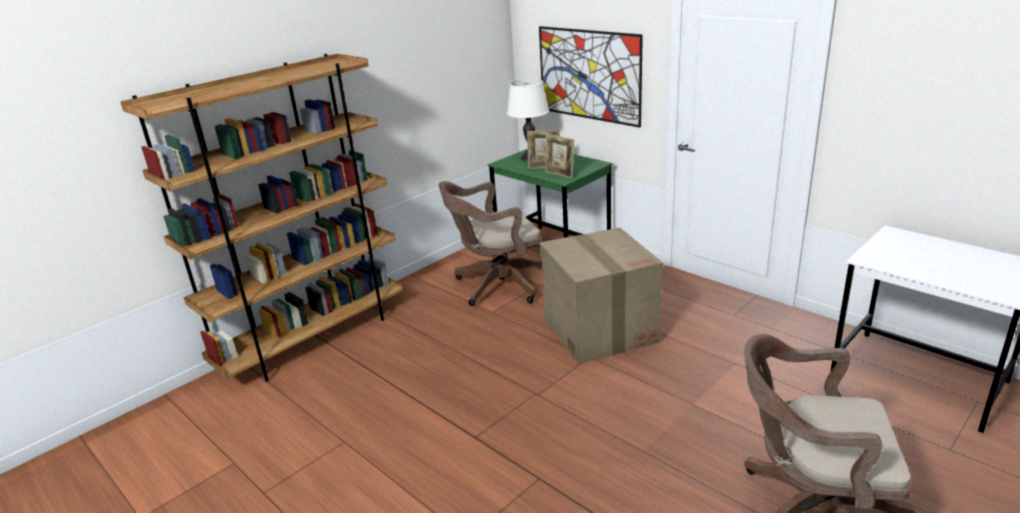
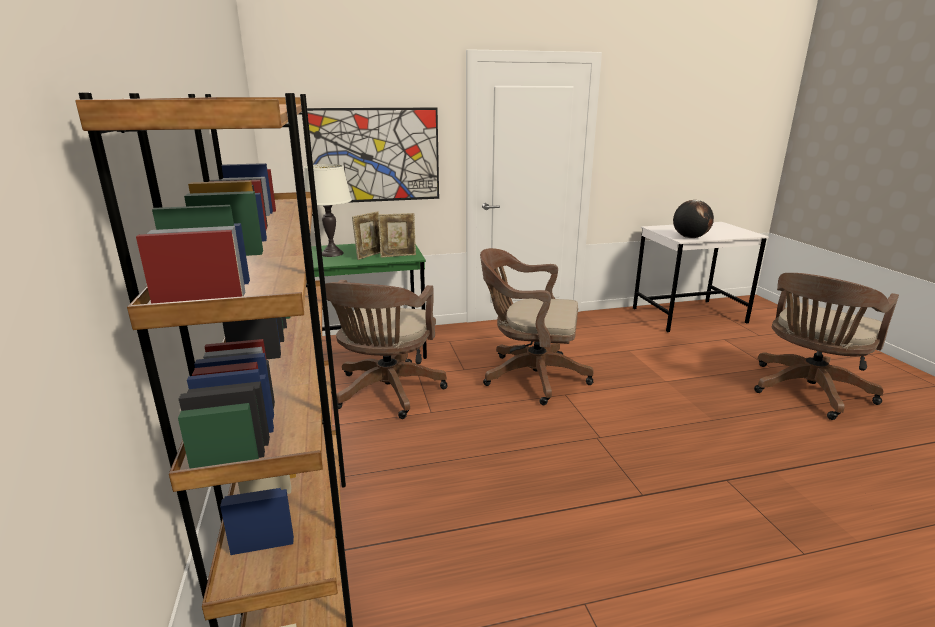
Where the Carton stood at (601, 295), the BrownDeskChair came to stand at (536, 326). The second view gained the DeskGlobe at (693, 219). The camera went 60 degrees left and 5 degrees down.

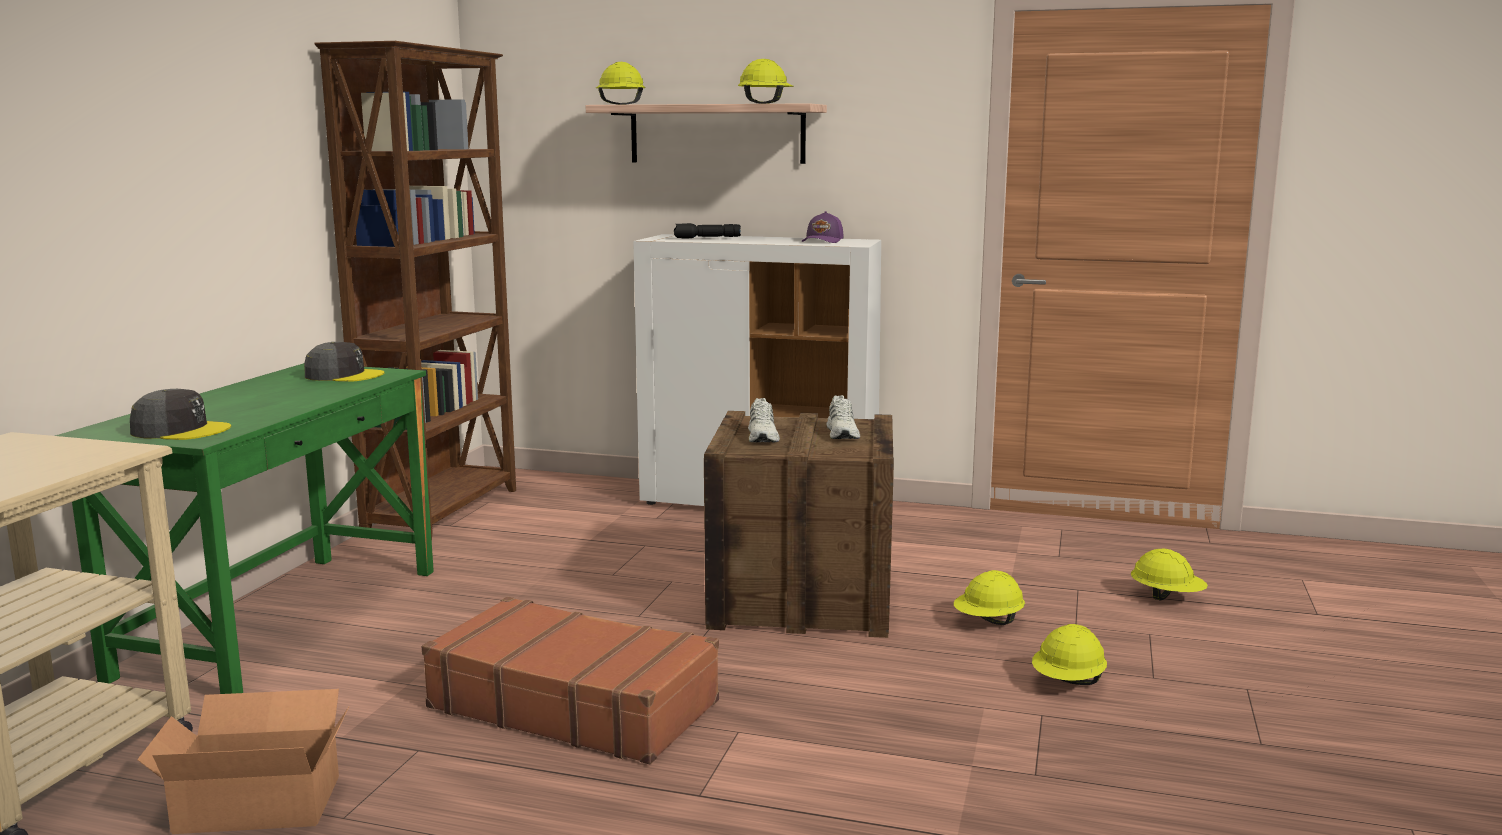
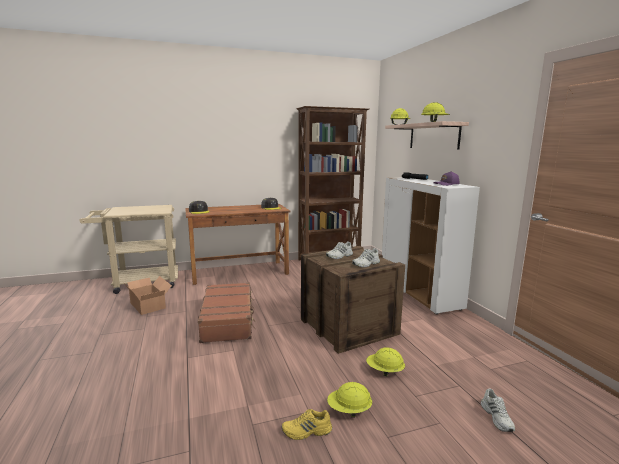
What was the GreenishDesk at (244, 528) turned into the BrownDesk at (238, 244). Where the YellowishHardHat stood at (1169, 575), the WhiteLowShoe came to stand at (498, 410). The second view gained the YellowishLowShoe at (306, 424). The camera went 55 degrees right and 0 degrees up.

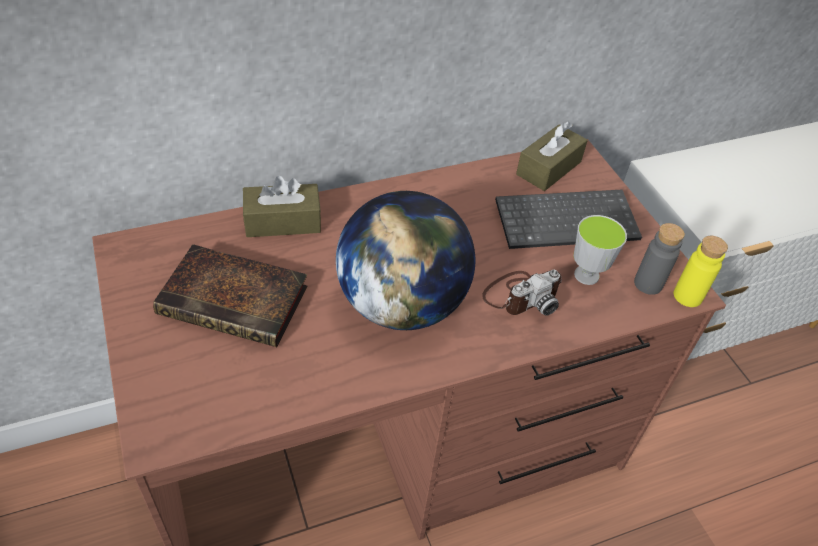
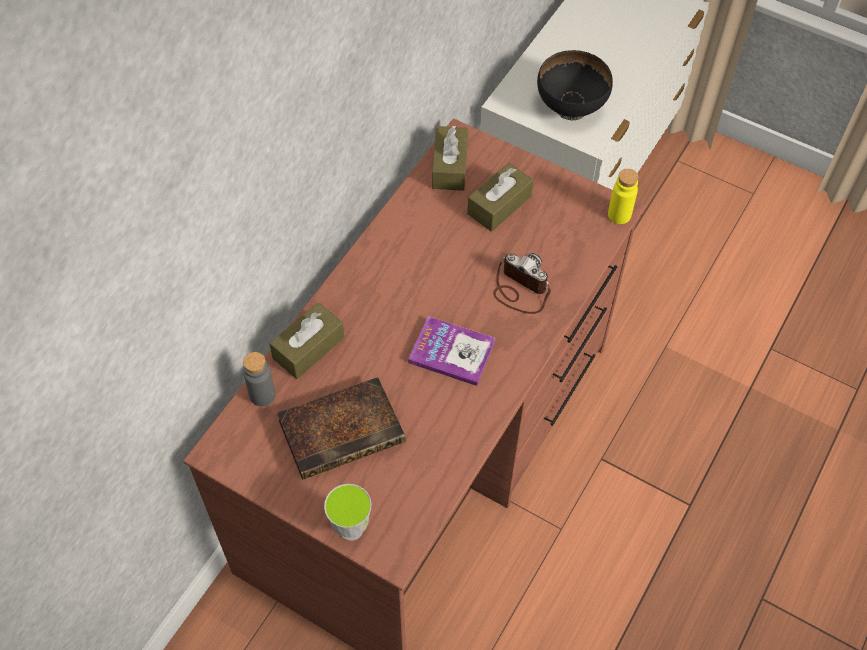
Where the DeskGlobe stood at (405, 260), the Book came to stand at (452, 351). The PhotoCamera at (521, 293) ended up facing another way, 75 degrees counterclockwise from before. Where the PcKeyboard stood at (568, 219), the BrownTissueBox came to stand at (500, 197). The Cup ended up elsewhere, having gone from (600, 250) to (347, 512). The GreyishBeverageBottle ended up elsewhere, having gone from (659, 259) to (259, 379). The second view gained the BlackColouredBowl at (575, 85). The camera went 35 degrees left and 10 degrees up.

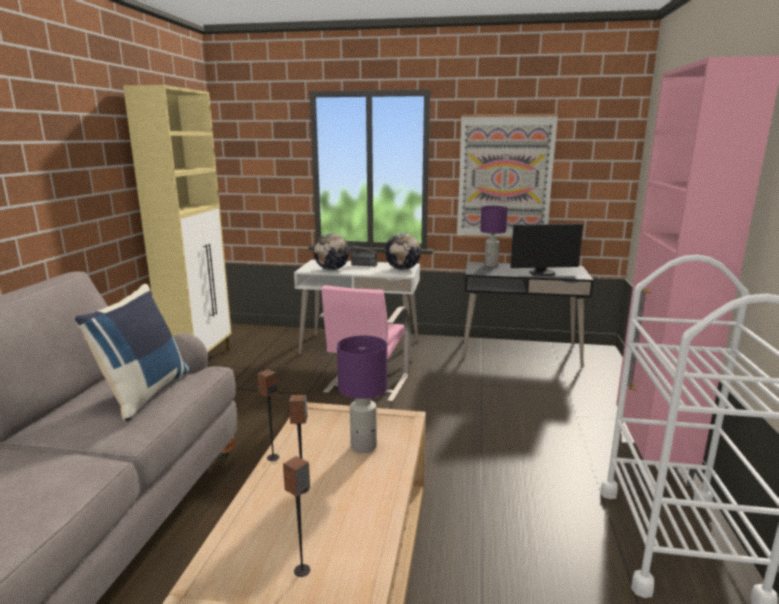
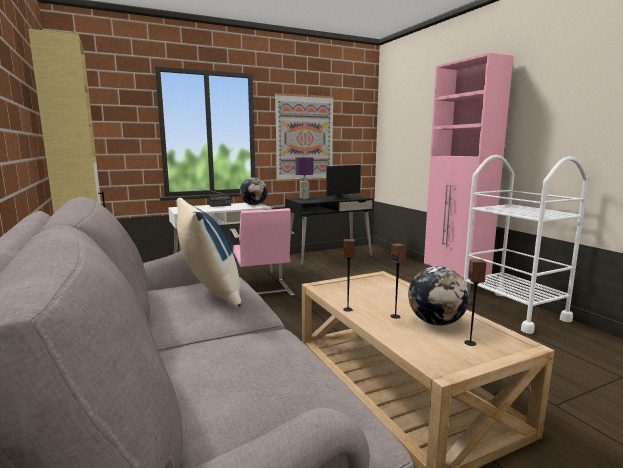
The DeskGlobe ended up elsewhere, having gone from (331, 251) to (438, 296). The second view lost the PurpleColouredLampForATable at (362, 394). The camera went 35 degrees left and 5 degrees down.

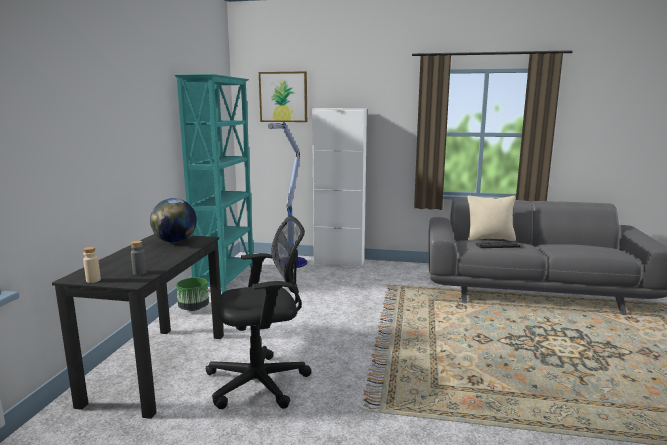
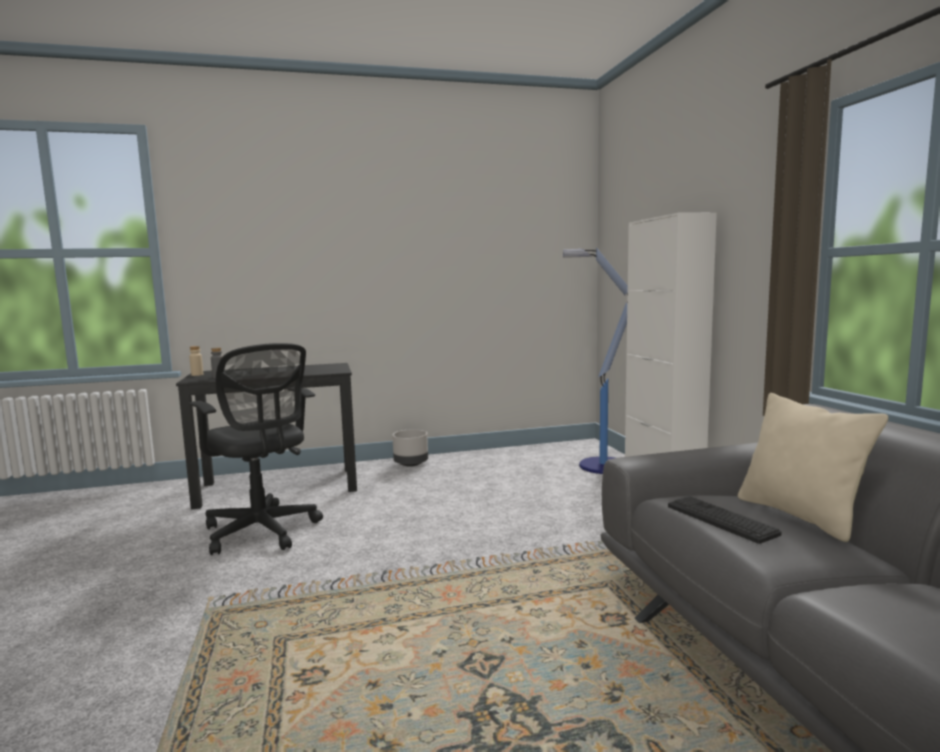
The second view lost the DeskGlobe at (173, 220). The second view lost the TurquoiseBookshelf at (214, 183). What was the GreenishPlanter at (192, 294) turned into the GreyishPlanter at (410, 448). The second view lost the Picture at (283, 96). The camera went 65 degrees right and 5 degrees down.

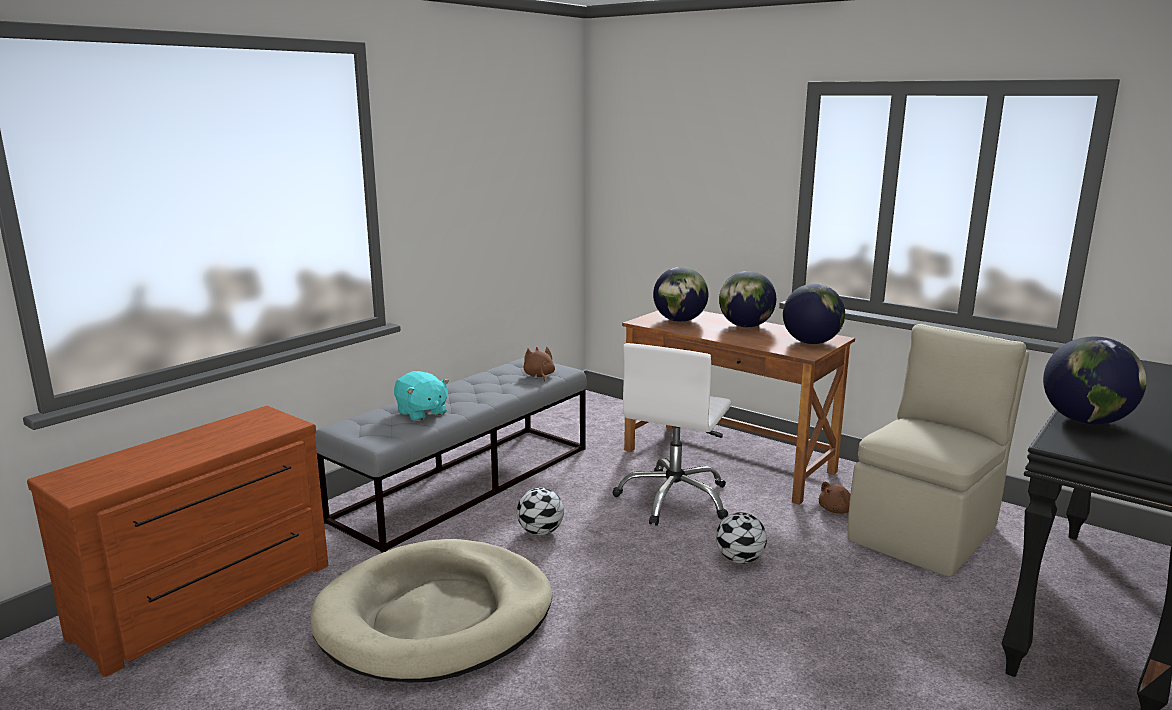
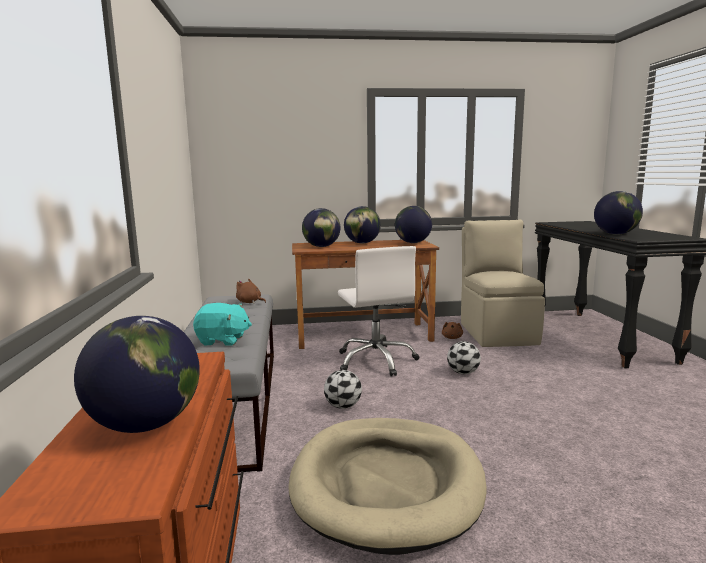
The second view gained the DeskGlobe at (137, 374). The camera went 45 degrees left and 5 degrees down.

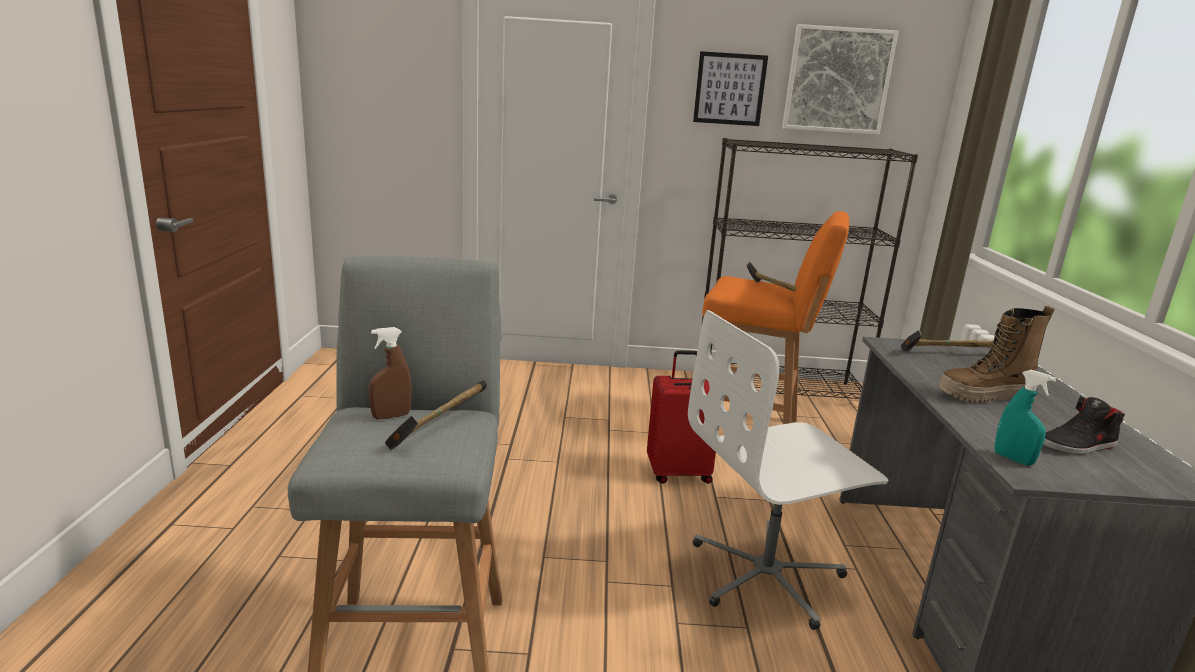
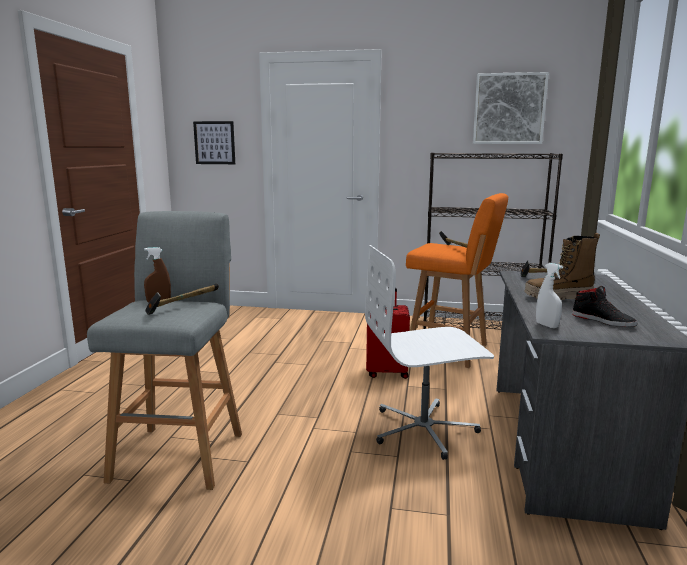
The Picture ended up elsewhere, having gone from (730, 88) to (214, 142). What was the TurquoiseHandSprayer at (1025, 417) turned into the WhiteHandSprayer at (549, 295). The BlackColouredLowShoe at (1084, 425) ended up facing another way, 120 degrees counterclockwise from before. The camera went 10 degrees right and 5 degrees down.

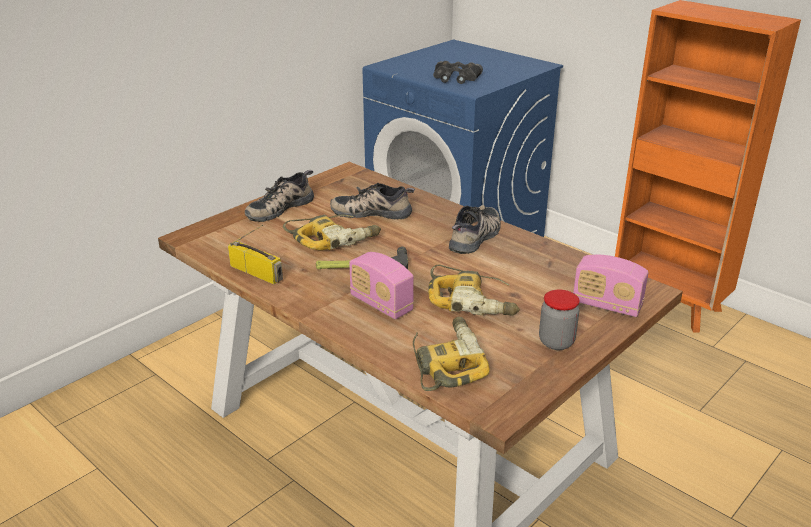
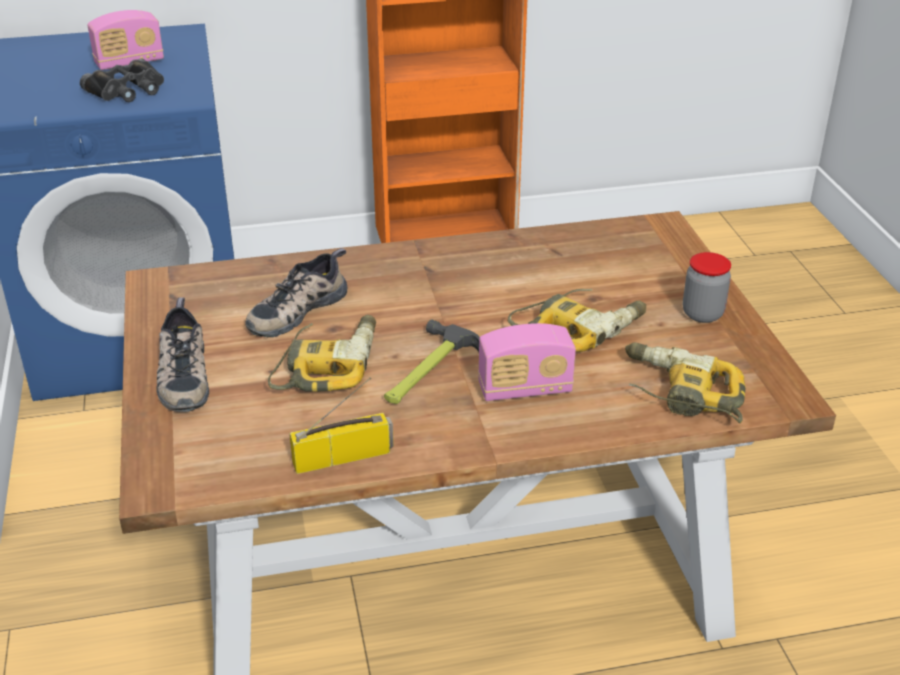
The second view lost the LowShoe at (475, 229). The RadioReceiver ended up elsewhere, having gone from (611, 286) to (125, 40). The camera went 55 degrees left and 5 degrees up.

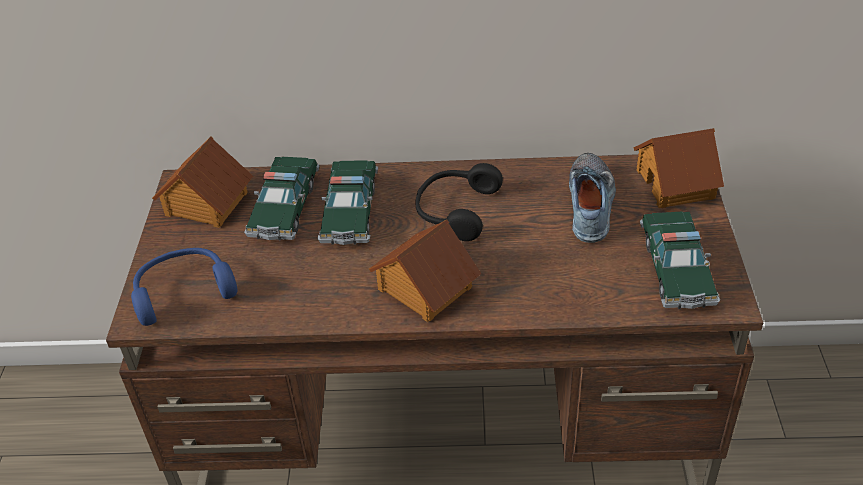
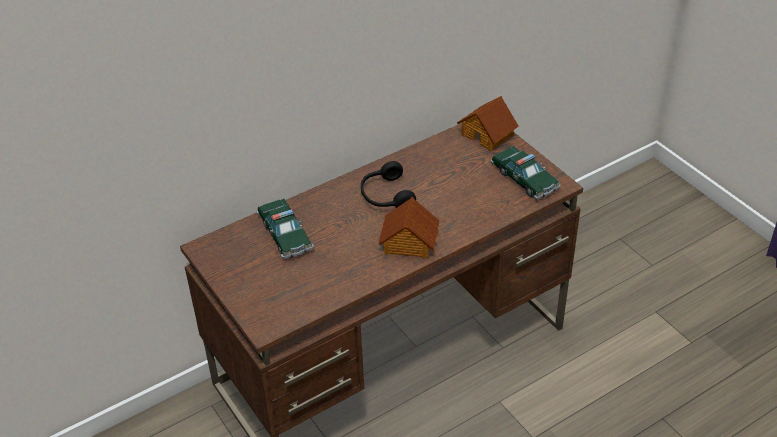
The second view lost the BlueColouredHeadset at (184, 287). The second view lost the ModelHouse at (202, 182). The second view lost the MiniatureCar at (348, 202). The second view lost the LowShoe at (592, 198). The camera went 35 degrees left and 0 degrees up.

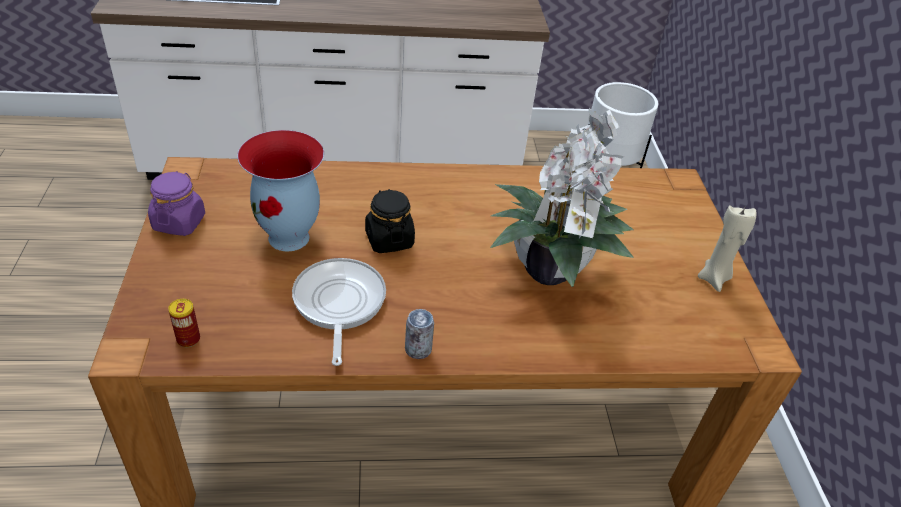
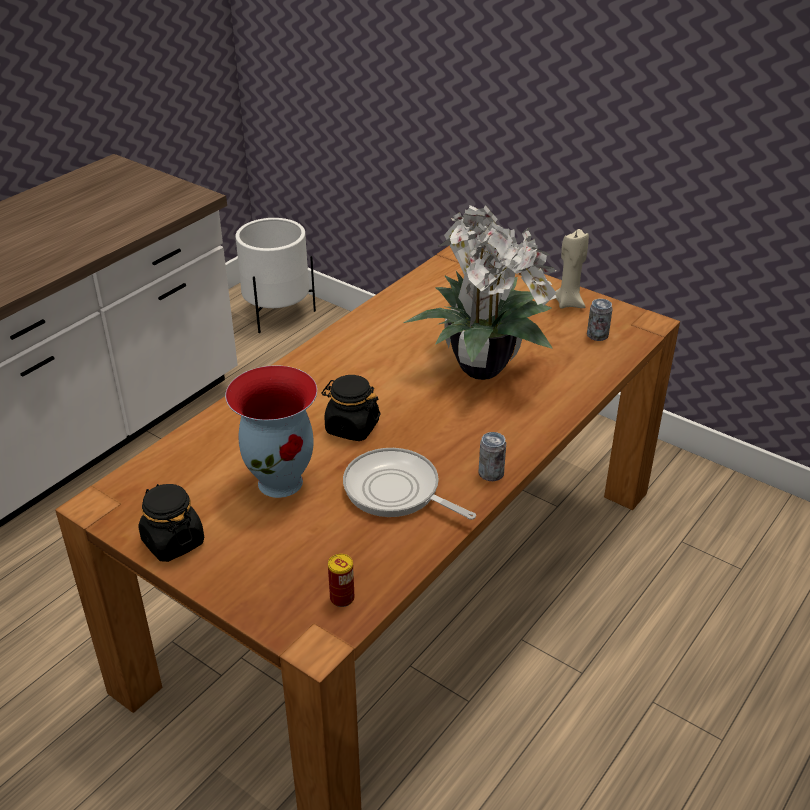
What was the PurpleColouredPreserveJar at (176, 203) turned into the BlackColouredPreserveJar at (171, 523). The second view gained the MetalCan at (600, 320). The camera went 45 degrees left and 5 degrees down.

